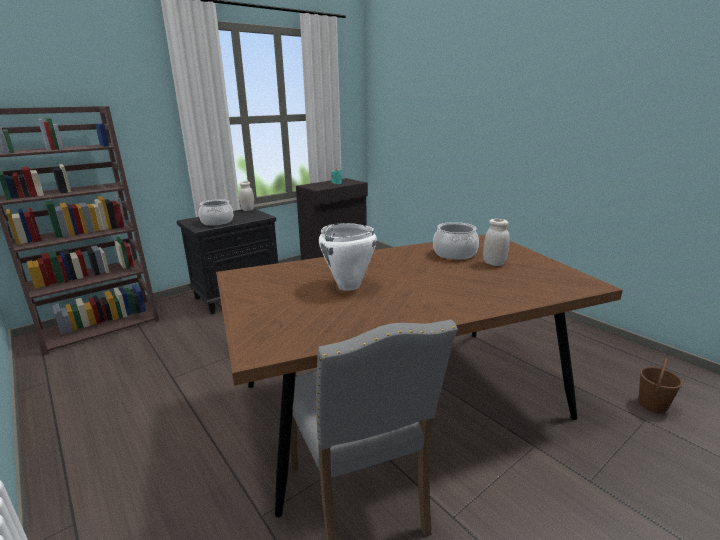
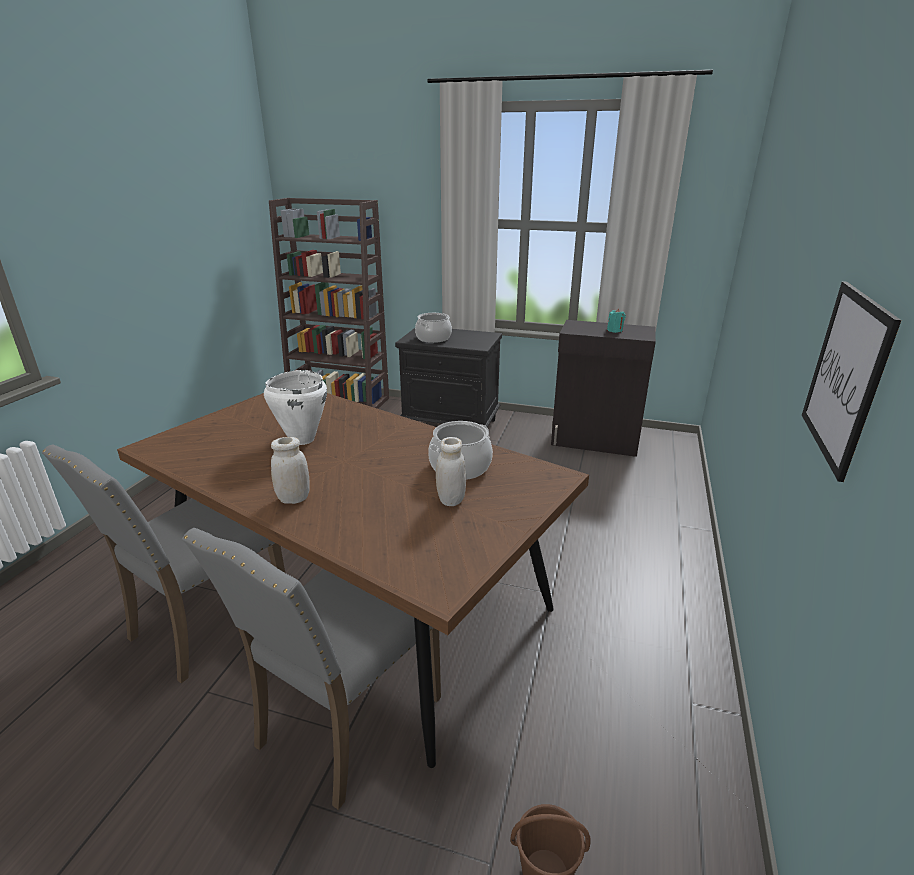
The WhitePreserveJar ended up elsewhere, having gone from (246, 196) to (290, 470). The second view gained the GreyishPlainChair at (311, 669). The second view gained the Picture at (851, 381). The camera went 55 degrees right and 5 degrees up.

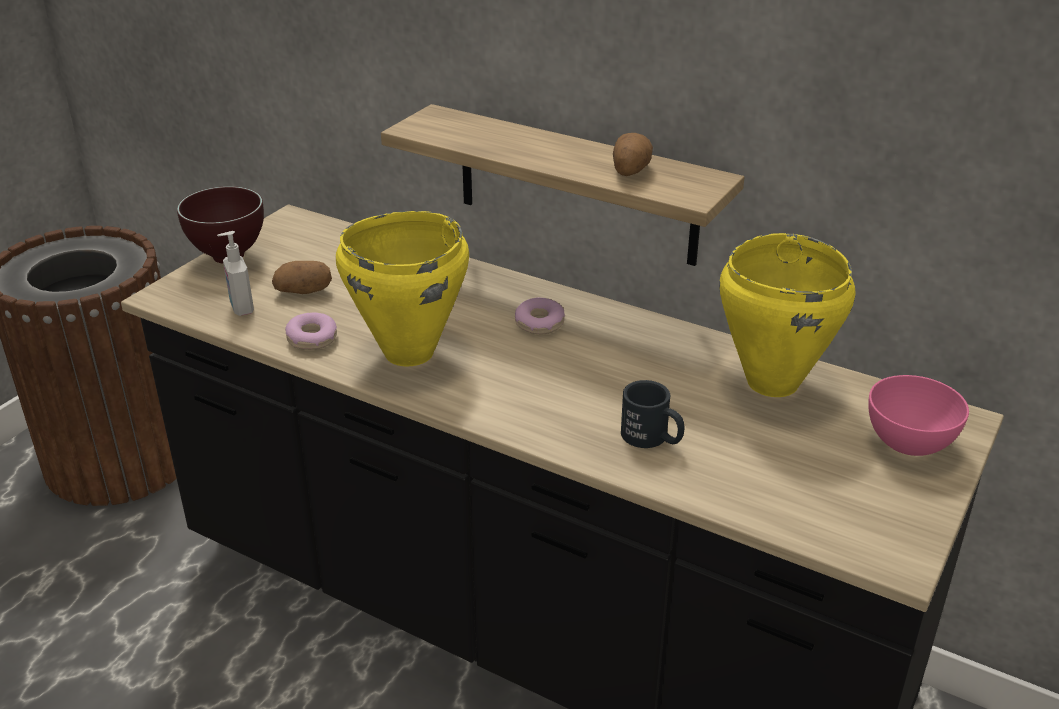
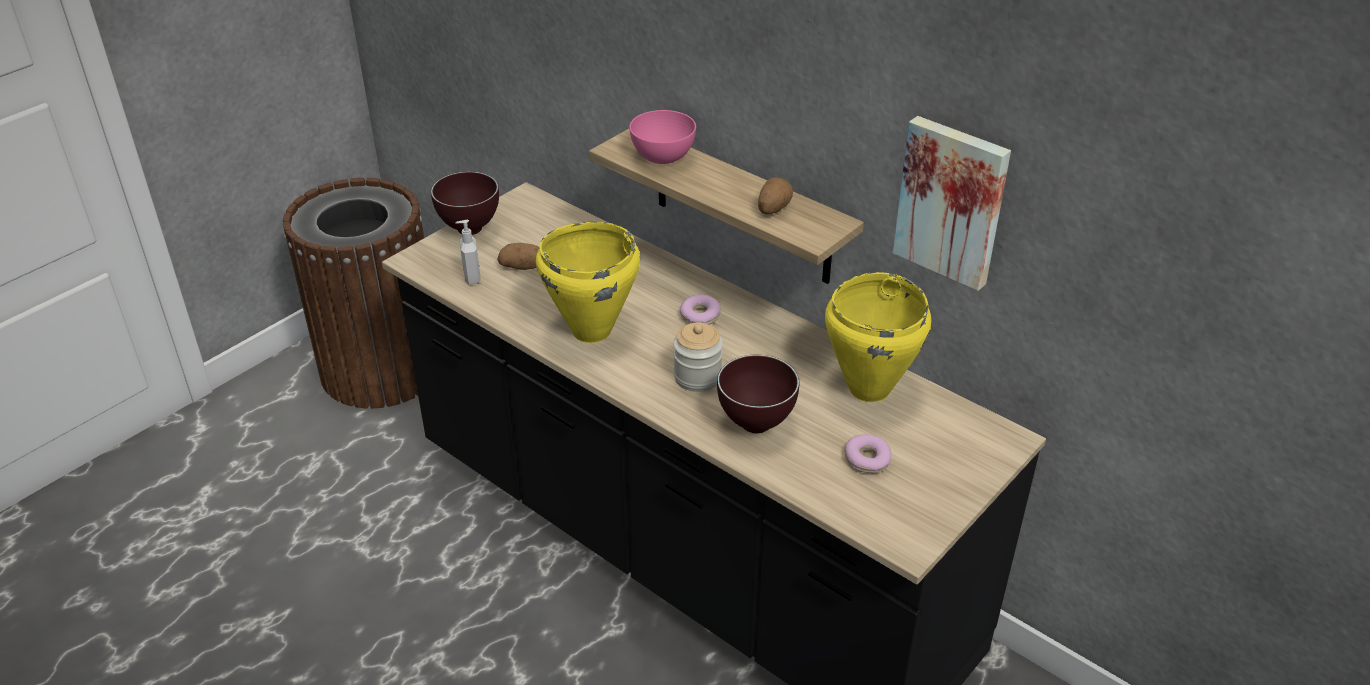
The Doughnut ended up elsewhere, having gone from (311, 331) to (868, 453). Where the BlackColouredMug stood at (652, 414), the BrownBowl came to stand at (758, 394). The PinkishBowl ended up elsewhere, having gone from (918, 415) to (662, 137). The second view gained the PreserveJar at (698, 357). The second view gained the Picture at (952, 203). The camera went 10 degrees right and 5 degrees up.

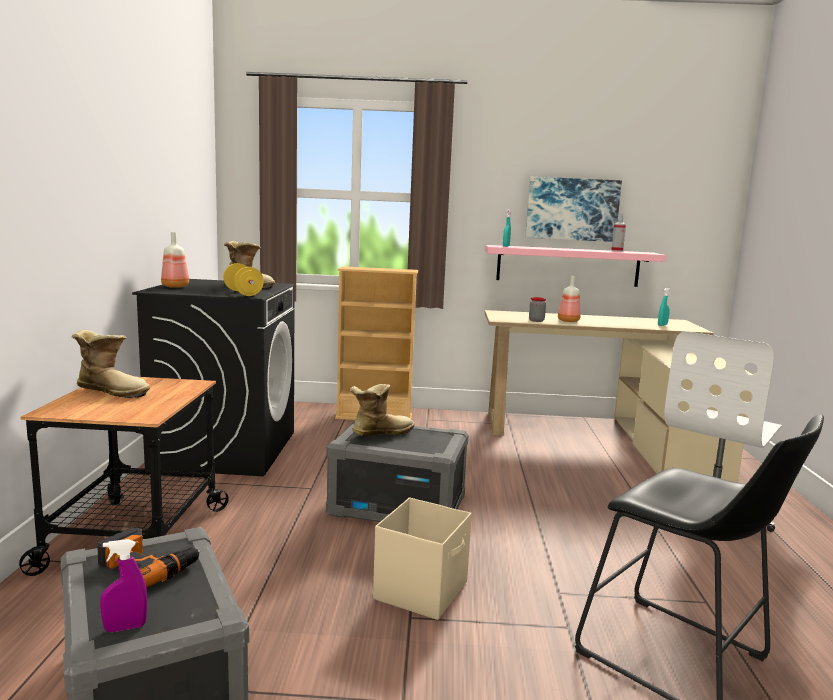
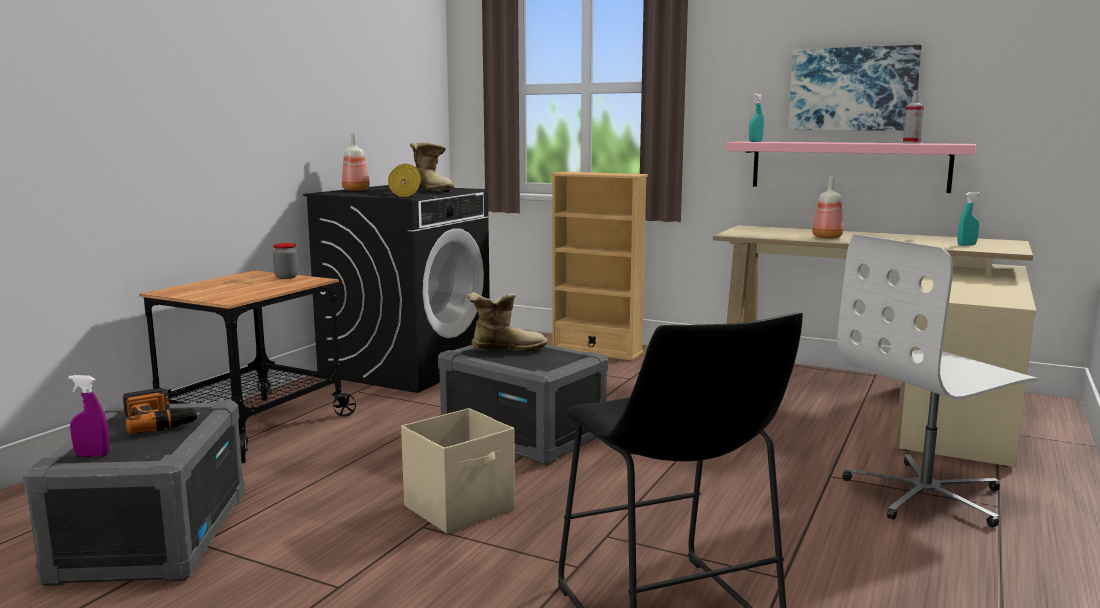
The second view lost the HighTopBoot at (111, 364). The PreserveJar ended up elsewhere, having gone from (537, 309) to (285, 261). The camera went 25 degrees right and 0 degrees up.

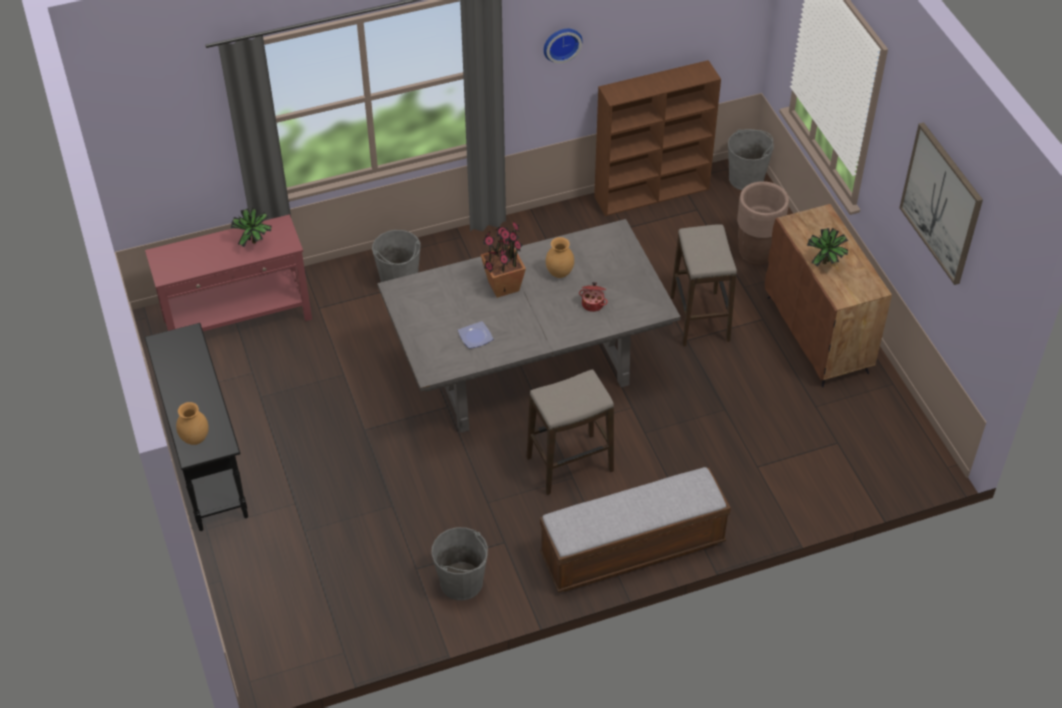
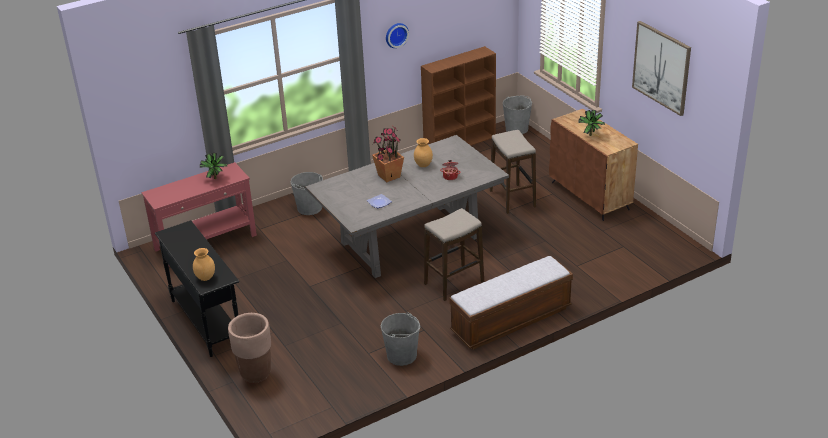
The BrownPlanter ended up elsewhere, having gone from (763, 223) to (249, 348). The camera went 10 degrees left and 15 degrees down.

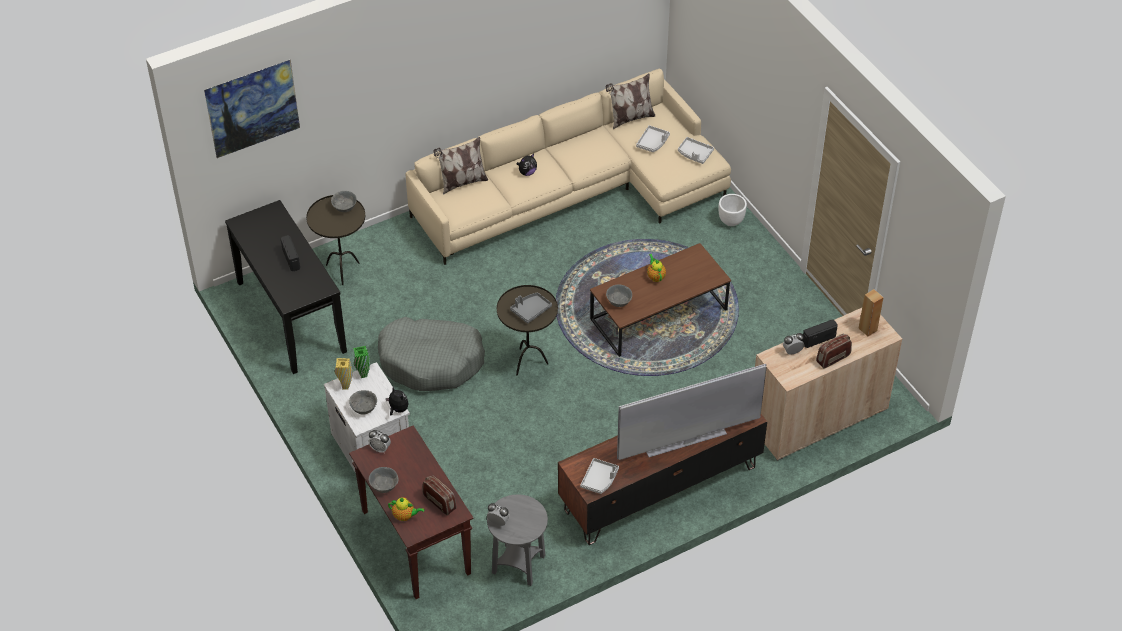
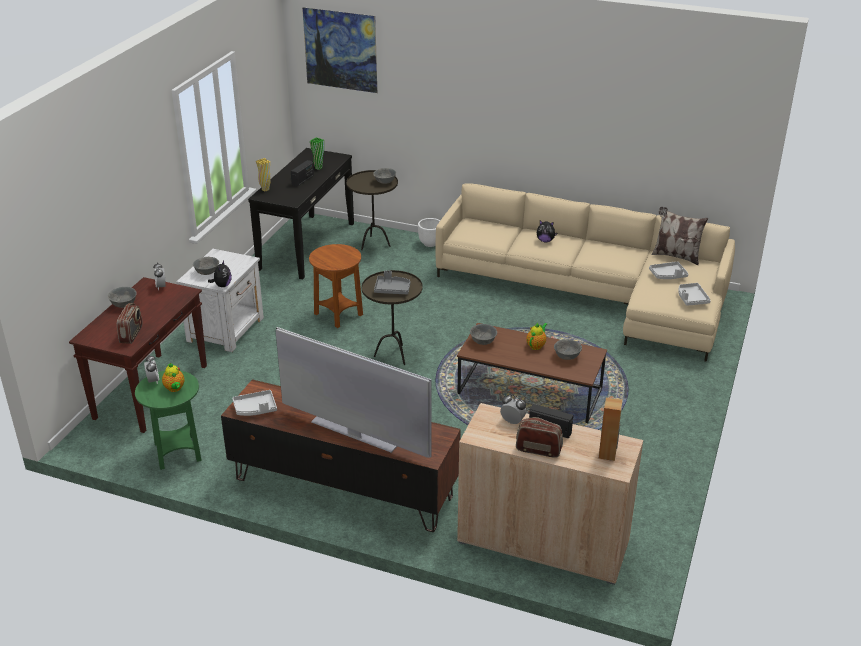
The YellowishVase ended up elsewhere, having gone from (343, 373) to (263, 174). The GreenishVase ended up elsewhere, having gone from (361, 362) to (317, 153). Where the GreyishPetBed stood at (431, 354), the BrownAccentTable came to stand at (336, 286). The Teapot ended up elsewhere, having gone from (406, 509) to (173, 377). The second view lost the Cushion at (460, 166). What was the GreyishAccentTable at (517, 540) turned into the GreenishAccentTable at (168, 420). The WhitePlanter ended up elsewhere, having gone from (733, 210) to (429, 232). The second view gained the GreyishBowl at (568, 349). The camera went 50 degrees right and 15 degrees down.

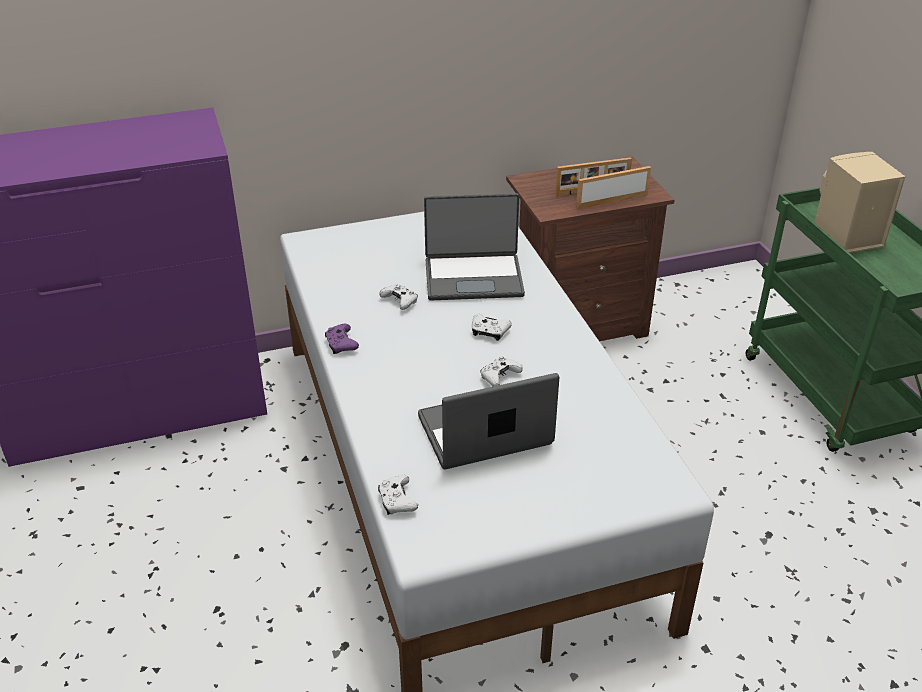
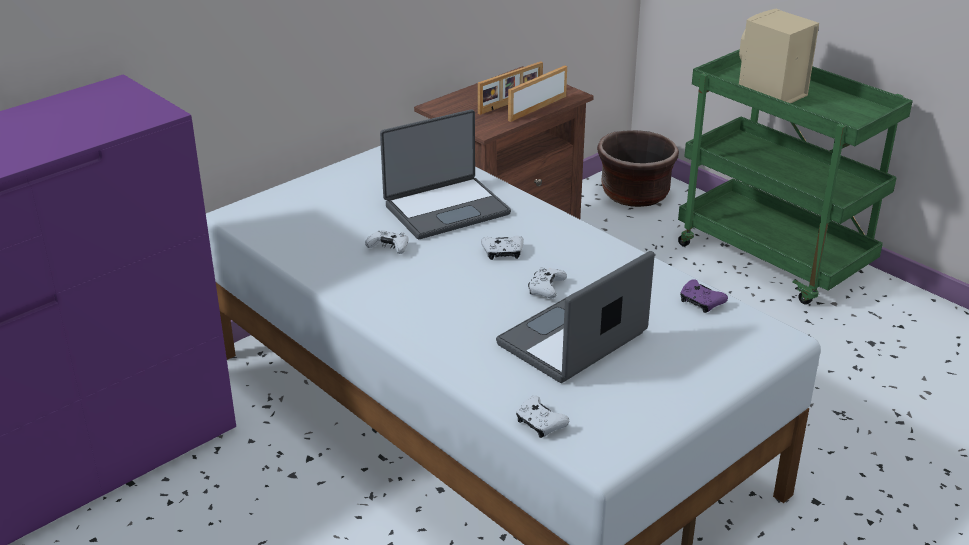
The PurpleColouredJoypad ended up elsewhere, having gone from (342, 339) to (704, 296). The second view gained the BrownPlanter at (638, 168). The camera went 25 degrees left and 5 degrees down.

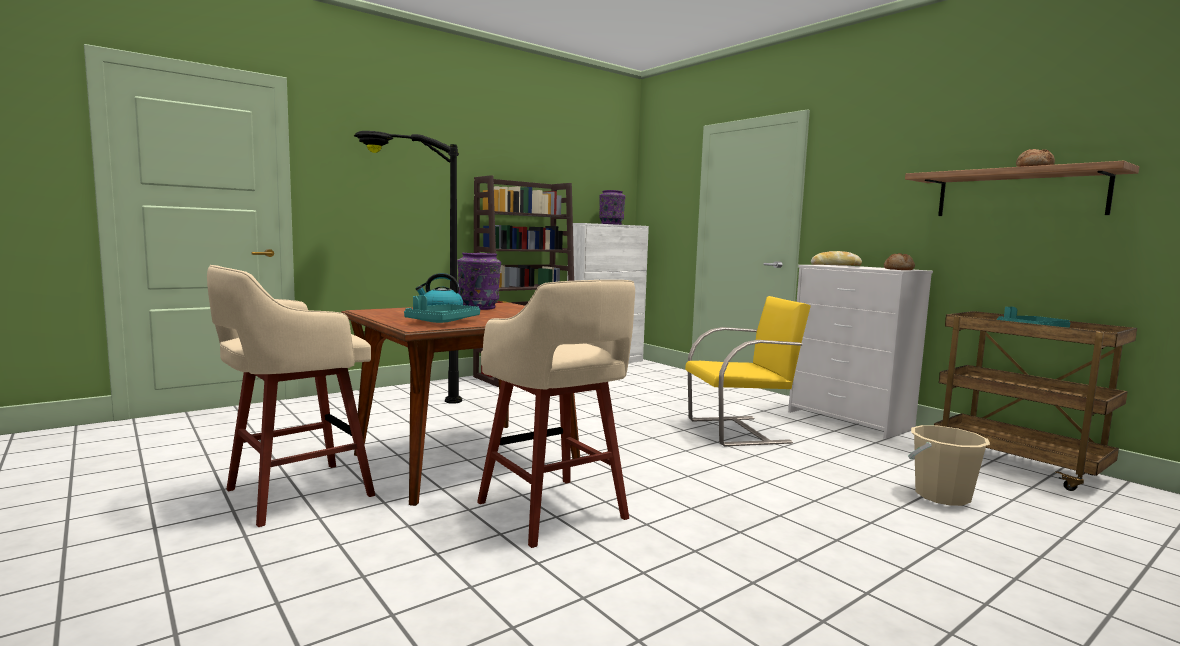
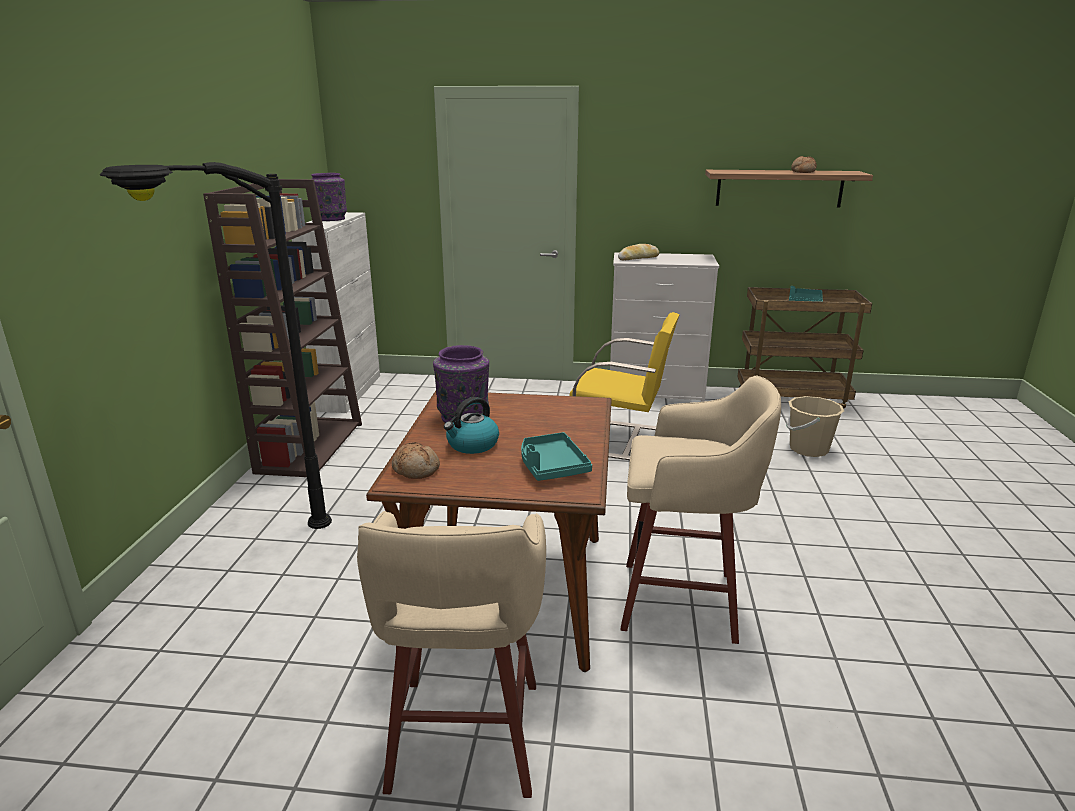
The YellowishPlainChair at (748, 371) ended up facing another way, 75 degrees clockwise from before. The BakeryBread ended up elsewhere, having gone from (899, 261) to (416, 460). The camera went 45 degrees left and 15 degrees up.

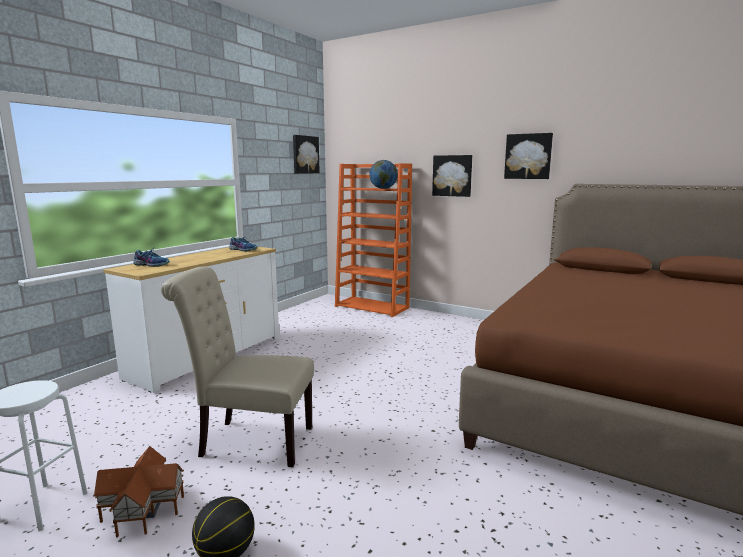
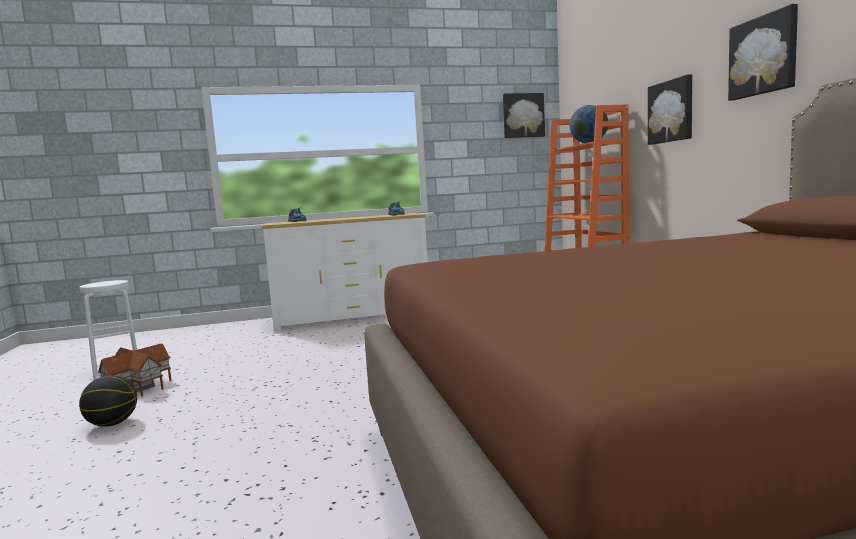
The second view lost the SandColouredPlainChair at (237, 366). The camera went 45 degrees right and 5 degrees down.

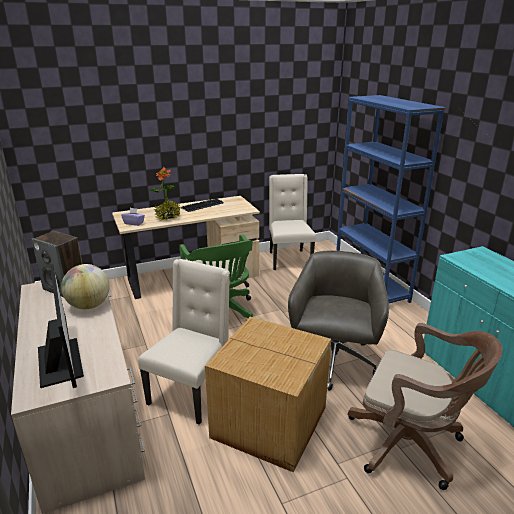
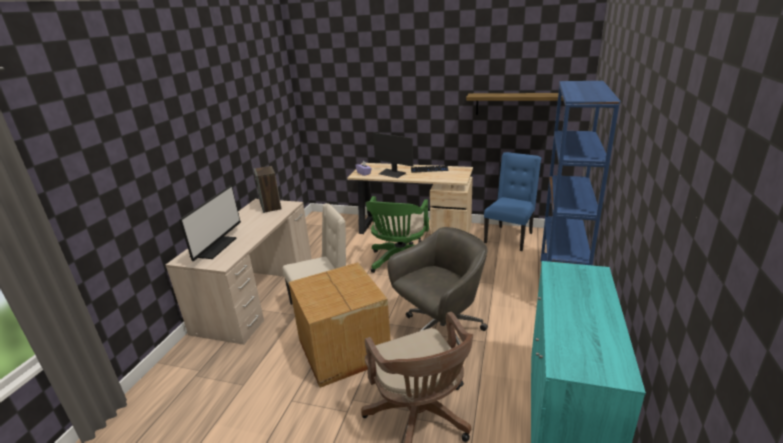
The second view lost the DeskGlobe at (85, 286). Where the PlantInAPot stood at (165, 194), the Monitor came to stand at (393, 155). What was the SandColouredPlainChair at (292, 222) turned into the BlueColouredPlainChair at (512, 201). The second view gained the BracketShelf at (515, 104). The camera went 40 degrees right and 0 degrees up.

